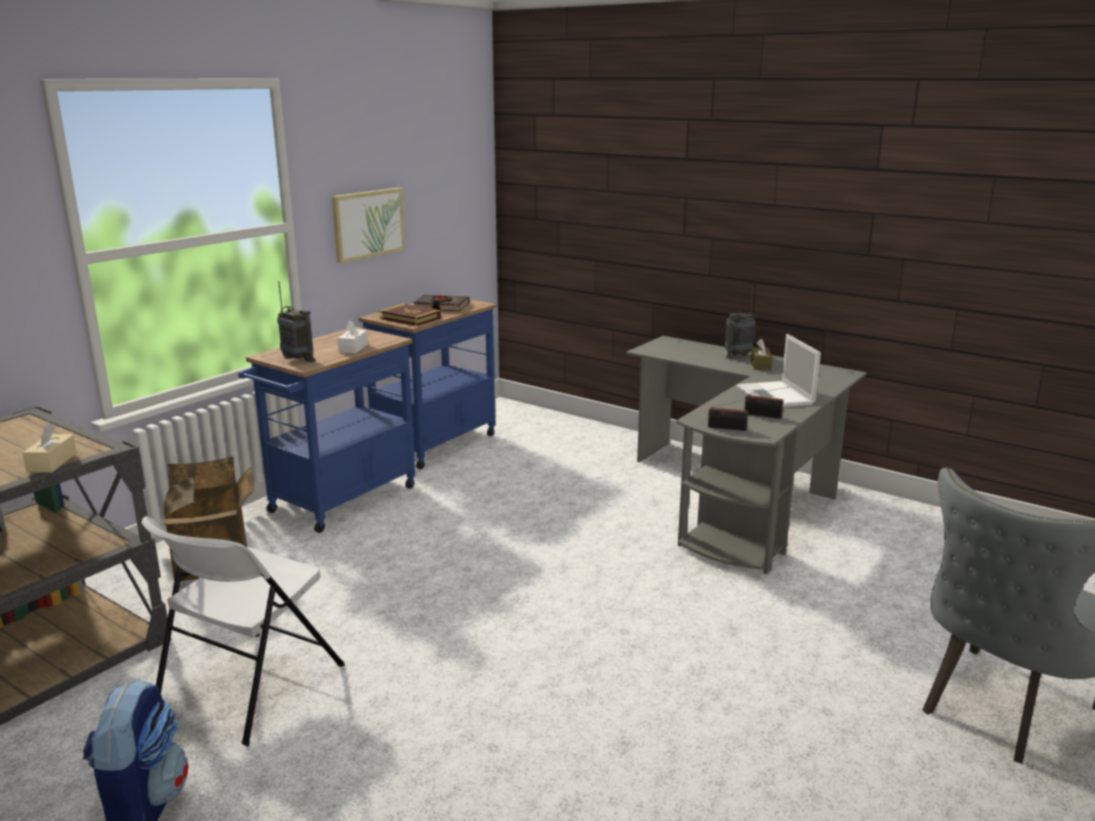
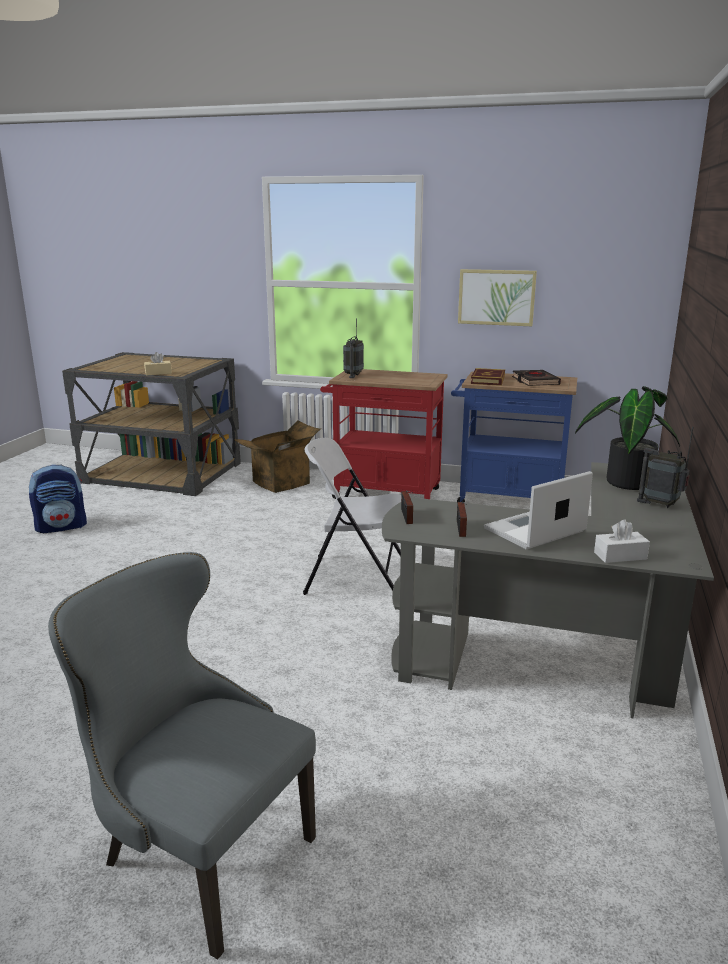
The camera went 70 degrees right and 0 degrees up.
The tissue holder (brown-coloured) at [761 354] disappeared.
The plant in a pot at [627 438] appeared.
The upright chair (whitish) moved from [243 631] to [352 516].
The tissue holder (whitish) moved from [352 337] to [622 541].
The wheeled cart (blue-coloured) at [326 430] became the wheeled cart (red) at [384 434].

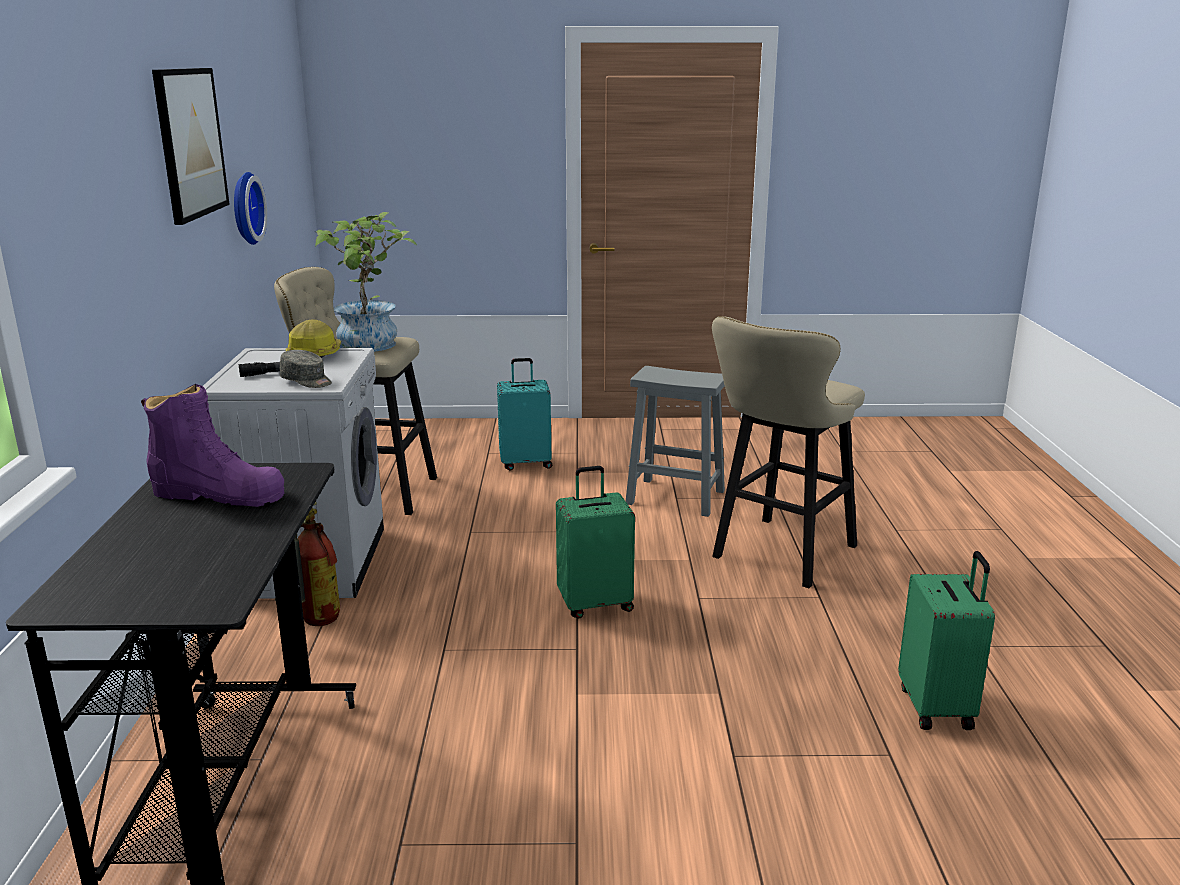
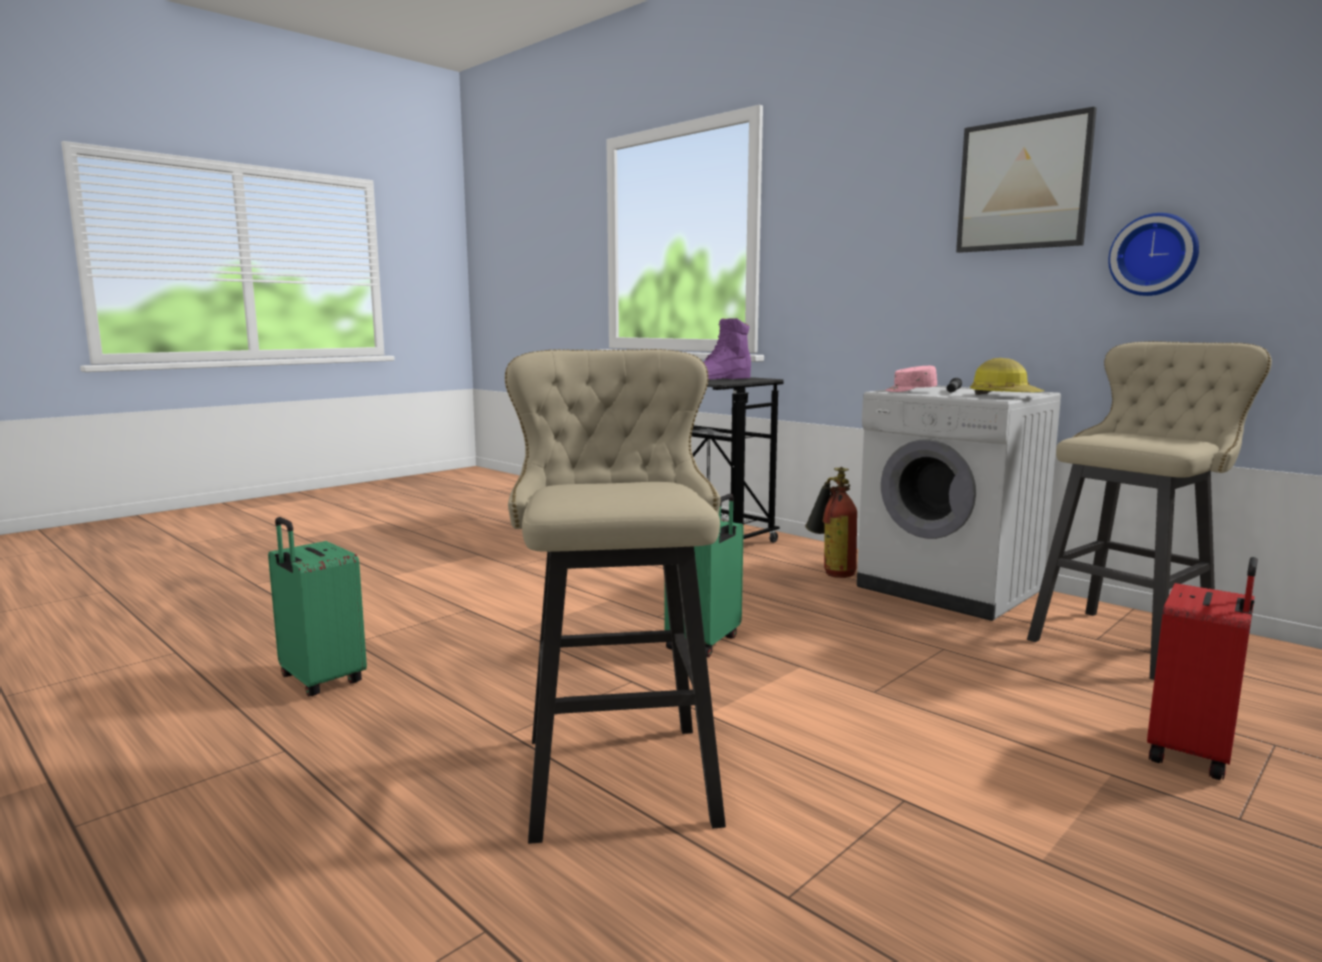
The camera went 135 degrees right and 10 degrees down.
The plant in a pot at [366 282] disappeared.
The sitting stool (gray) at [675 441] disappeared.
The cap (gray) at [305 369] became the cap (pink) at [911 379].
The travel case (turquoise) at [524 414] became the travel case (red) at [1202 668].

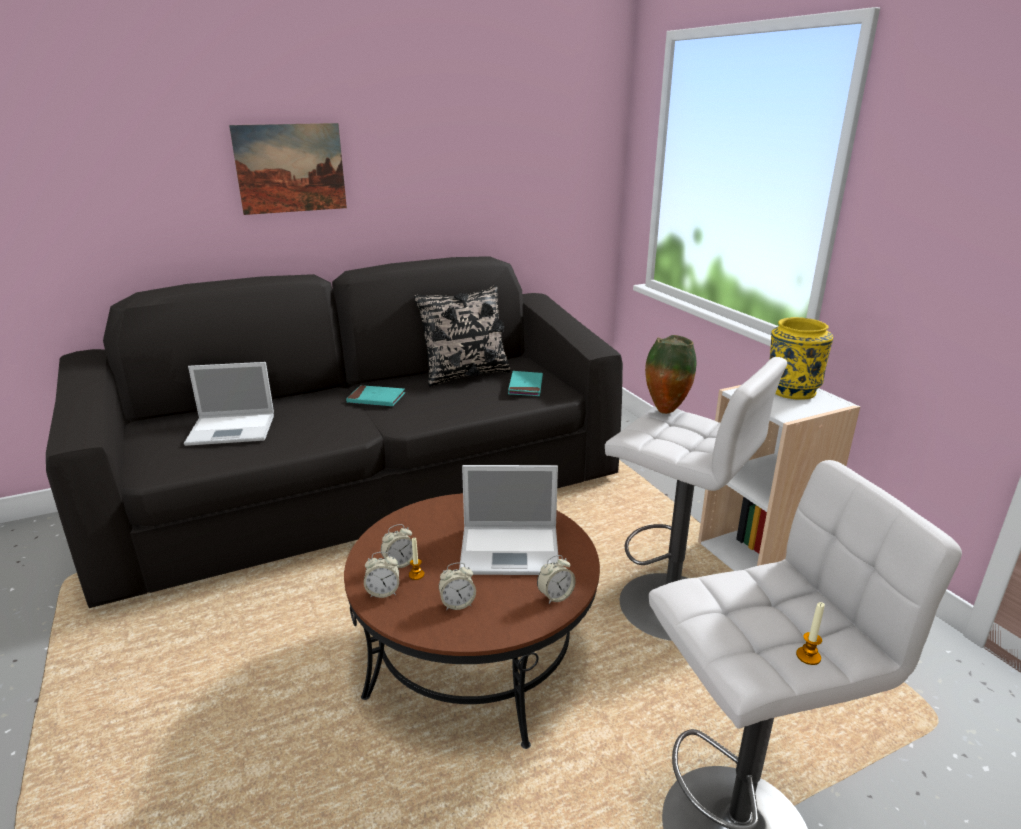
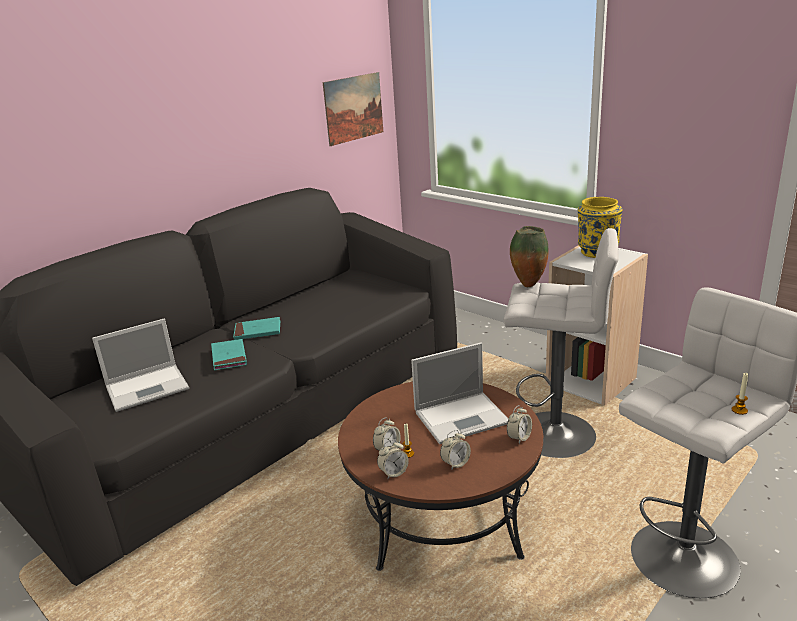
The camera went 20 degrees left and 0 degrees up.
The cushion (black) at [462 336] disappeared.
The picture moved from [288 169] to [353 109].
The bound book (turquoise) moved from [525 383] to [229 355].

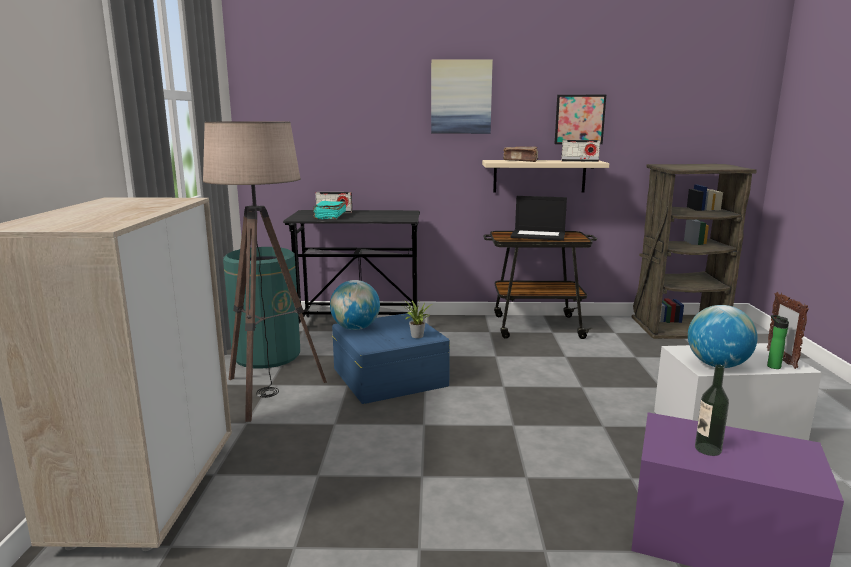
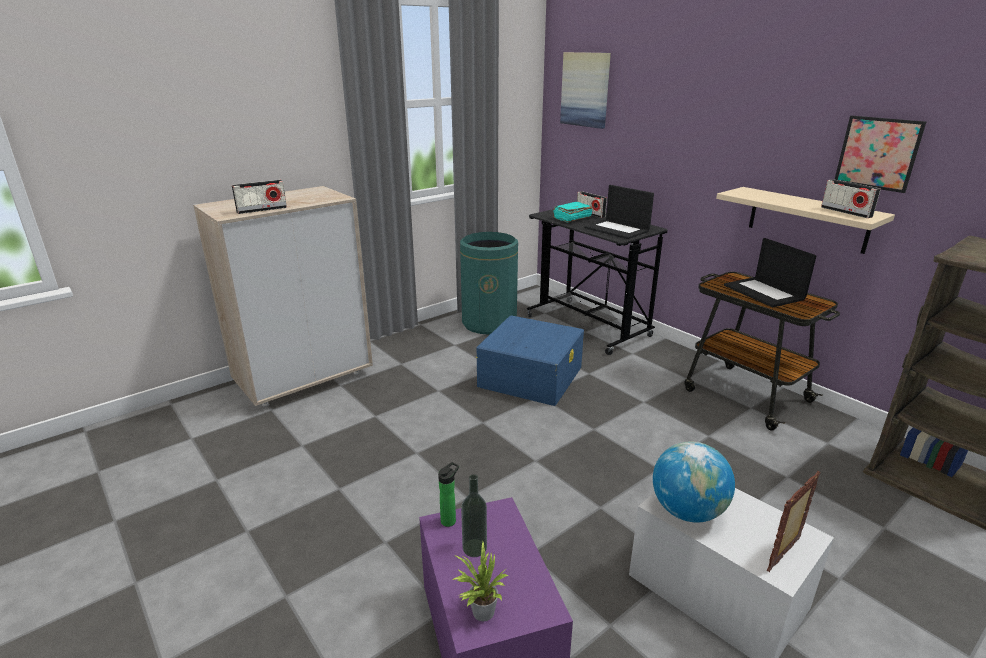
The camera went 50 degrees right and 10 degrees up.
The floor lamp at [265 271] disappeared.
The globe at [355 305] disappeared.
The bound book (brown-coloured) at [520 154] disappeared.
The radio at [259 197] appeared.
The laptop at [619 212] appeared.
The plant in a pot moved from [417 319] to [480 581].
The picture moved from [462 96] to [585 90].
The drink bottle moved from [778 342] to [448 494].

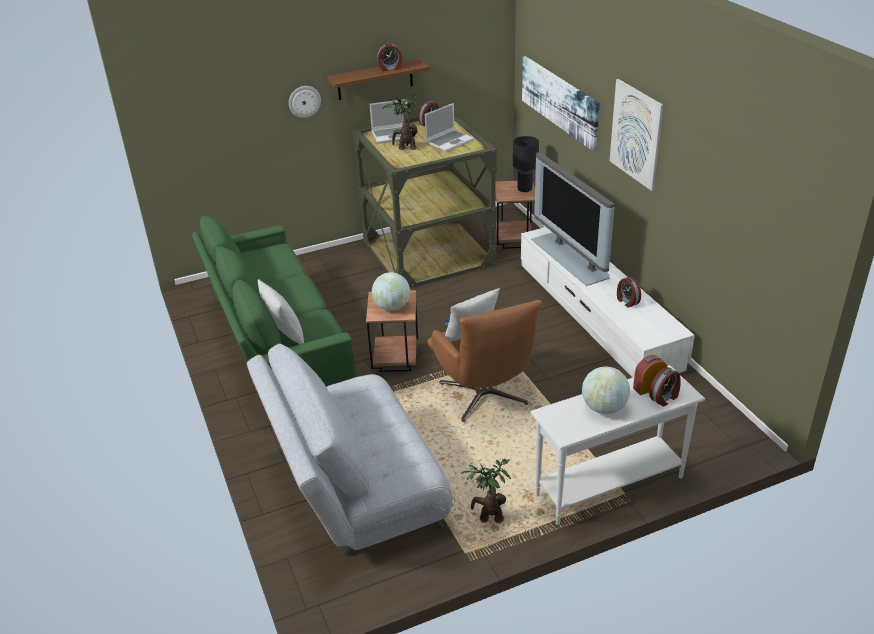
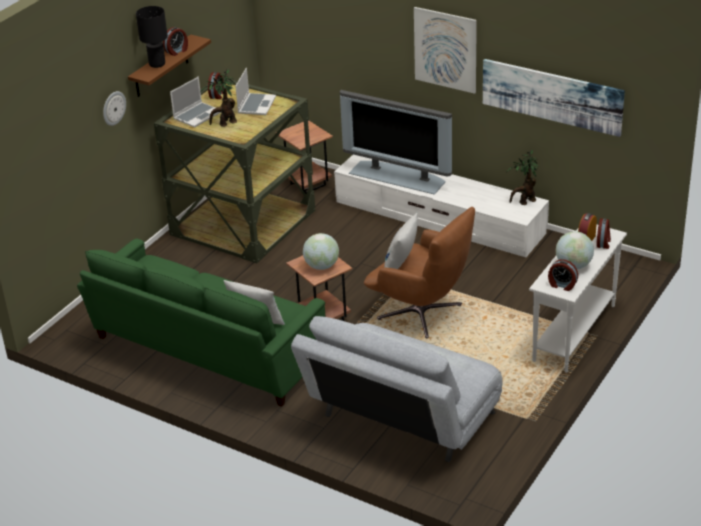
The camera went 35 degrees left and 0 degrees up.
The plant in a pot moved from [485 491] to [522 177].
The tabletop lamp (black) moved from [526 164] to [152 37].
The picture moved from [561 104] to [554 98].
The table clock moved from [629 292] to [563 275].

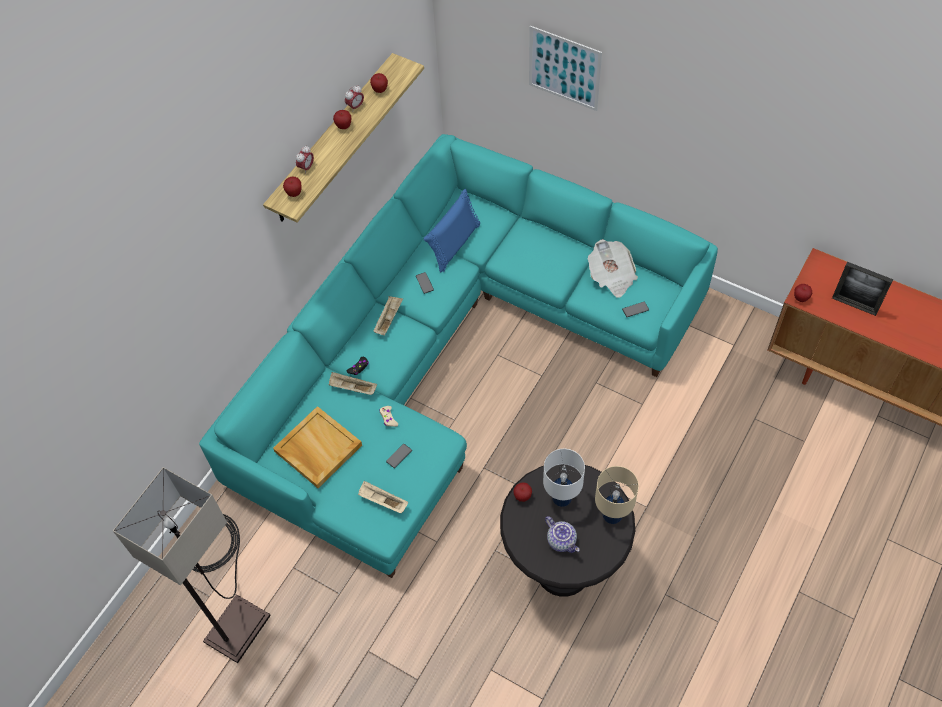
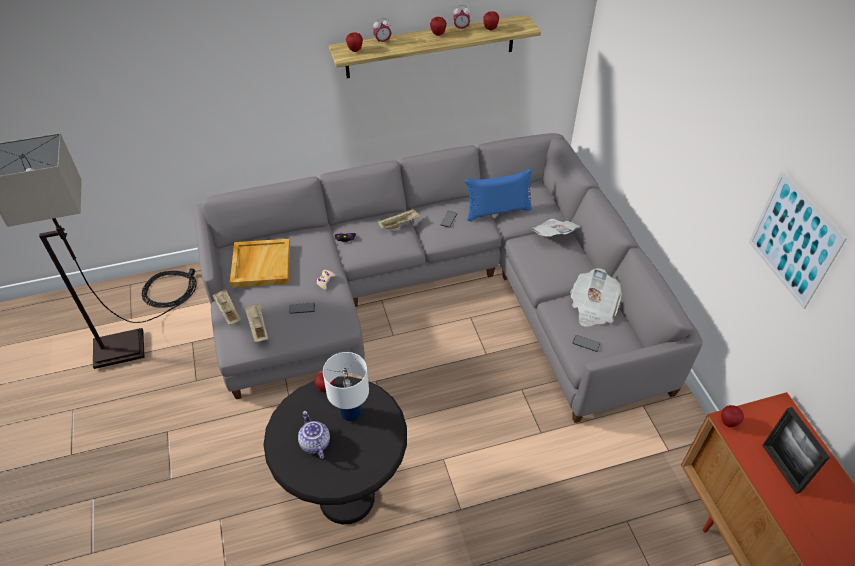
The camera went 40 degrees right and 10 degrees down.
The tabletop lamp (beige-coloured) at [617 495] disappeared.
The daily paper at [556 228] appeared.
The serving tray (beige-coloured) moved from [353 383] to [226 307].
The picture moved from [565 68] to [798 240].
The settee (turquoise) at [458 356] became the settee (gray) at [448 278].
The teapot at [562 534] turned 150 degrees clockwise.

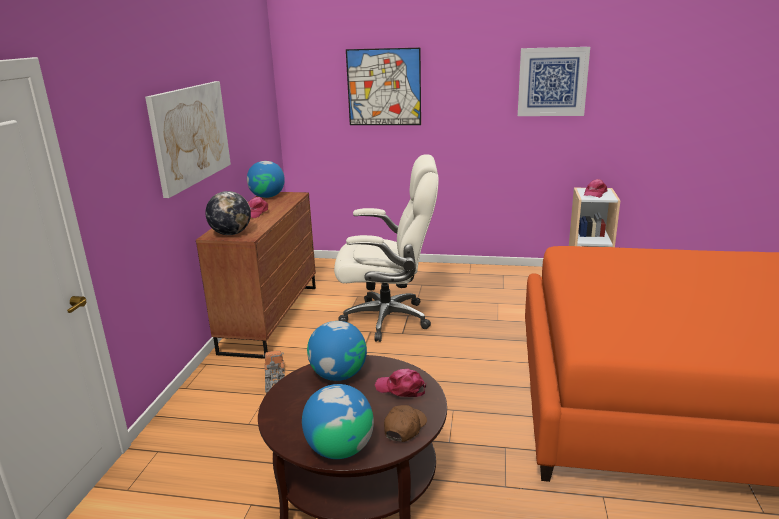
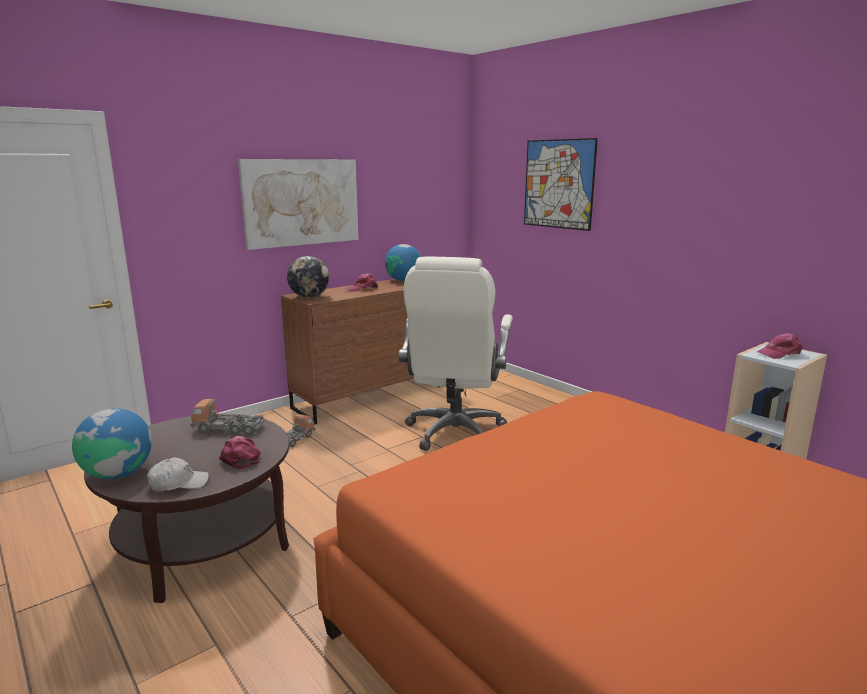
The camera went 40 degrees right and 5 degrees down.
The picture at [554 81] disappeared.
The globe at [337 351] was replaced by the toy lorry at [227 417].
The cap (brown-coloured) at [405 423] became the cap (whitish) at [178 474].
The office chair (whitish) at [386 248] turned 60 degrees clockwise.

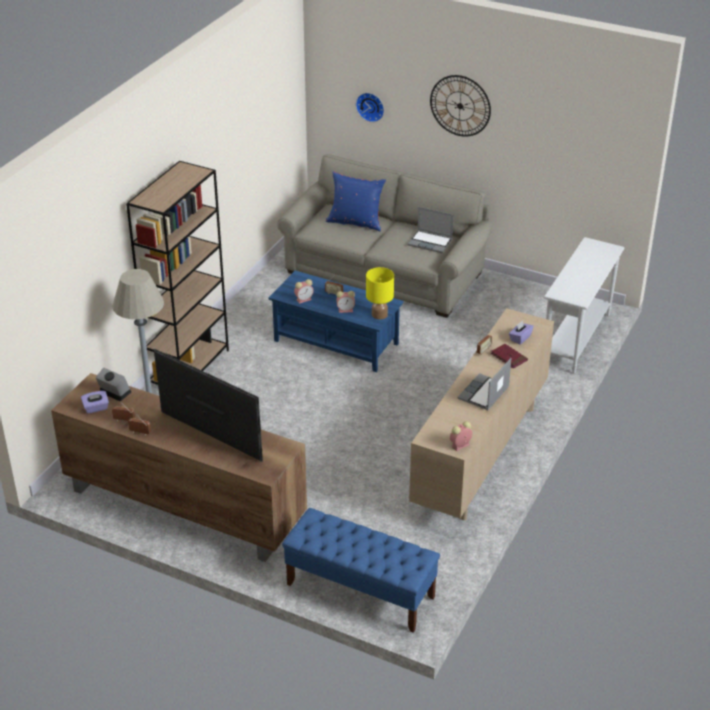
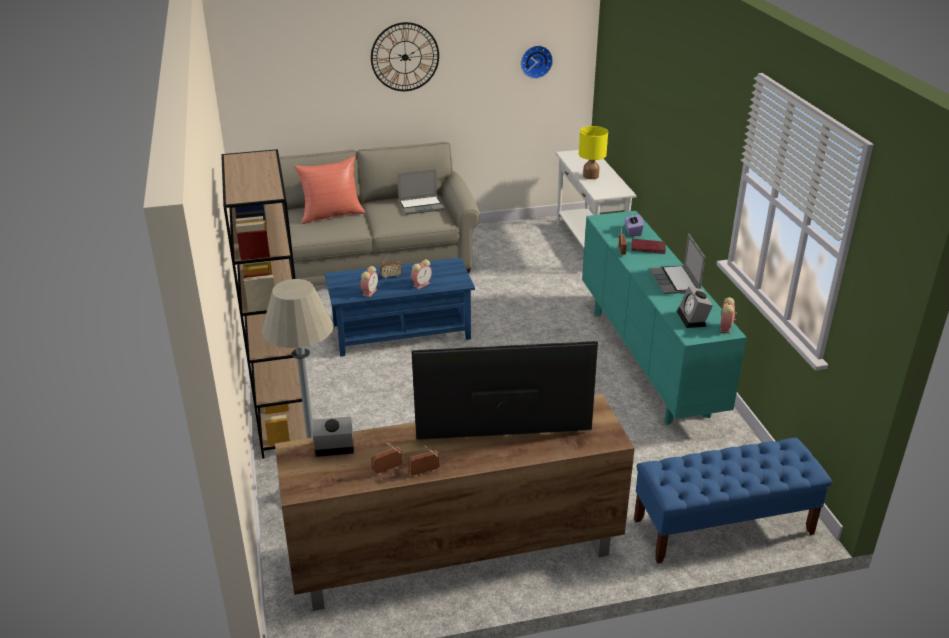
The camera went 40 degrees left and 5 degrees down.
The tissue holder (purplish) at [95 402] disappeared.
The table clock at [695 307] appeared.
The hanging clock moved from [370 107] to [537 62].
The tabletop lamp (yellowish) moved from [380 293] to [593 152].
The cushion (blue-coloured) at [356 201] became the cushion (red) at [329 190].
The storage cabinet (beige-coloured) at [481 414] became the storage cabinet (turquoise) at [664 318].

